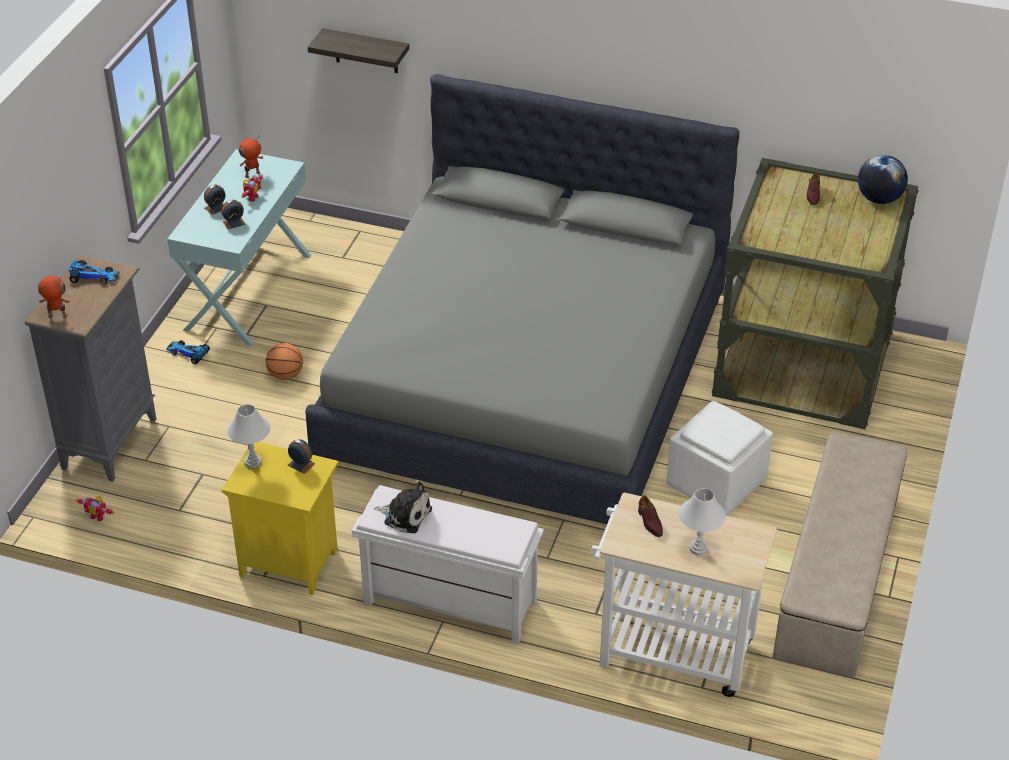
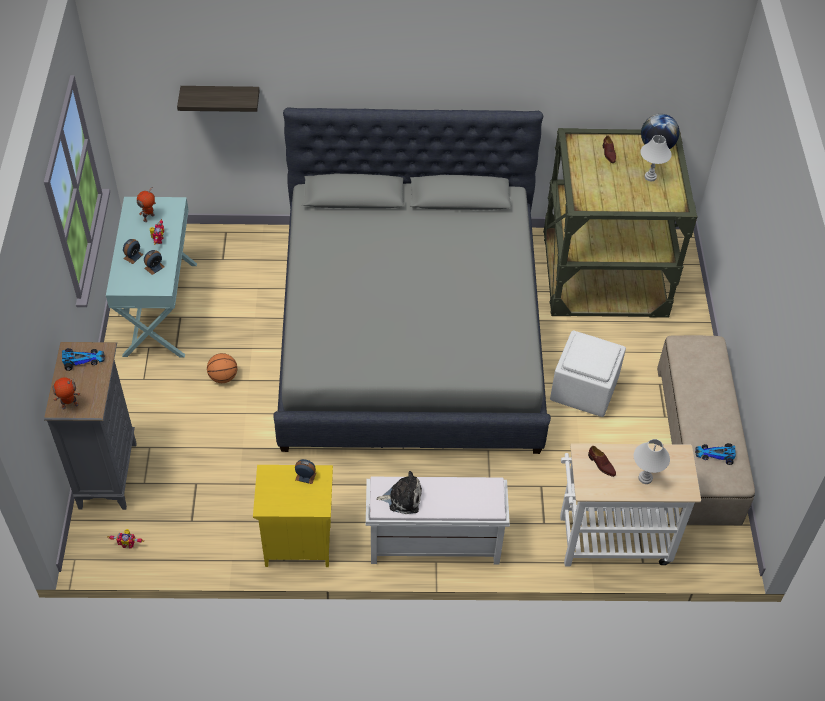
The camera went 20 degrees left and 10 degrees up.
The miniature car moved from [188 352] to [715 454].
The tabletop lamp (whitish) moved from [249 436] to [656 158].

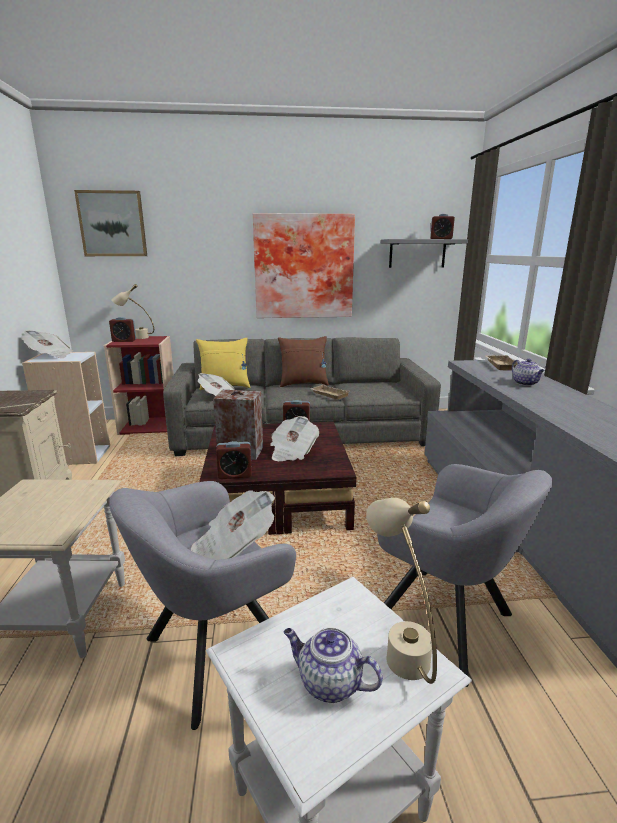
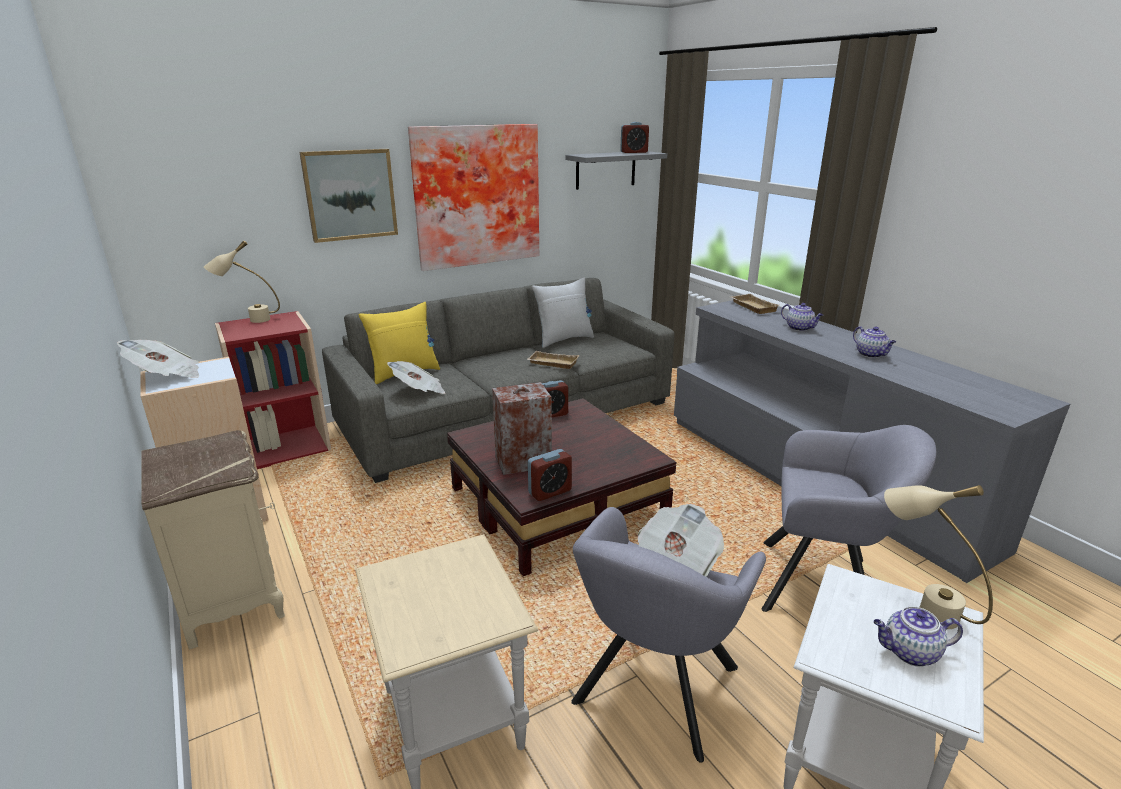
The camera went 25 degrees left and 5 degrees up.
The table clock at [122 329] disappeared.
The daily paper at [294 438] disappeared.
The cushion (brown-coloured) at [303 361] disappeared.
The cushion (gray) at [563 312] appeared.
The teapot at [874 342] appeared.
The picture moved from [110 223] to [348 196].

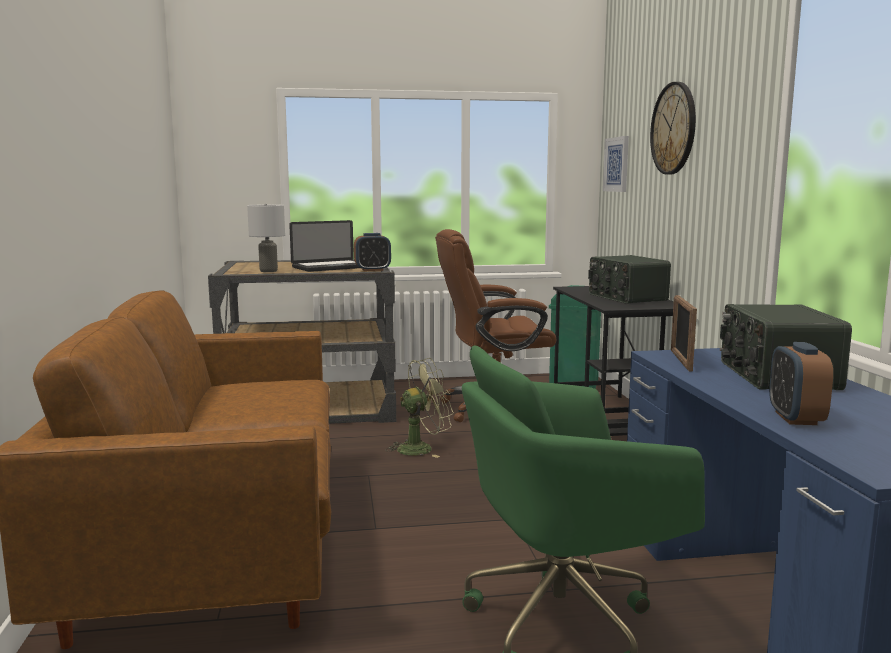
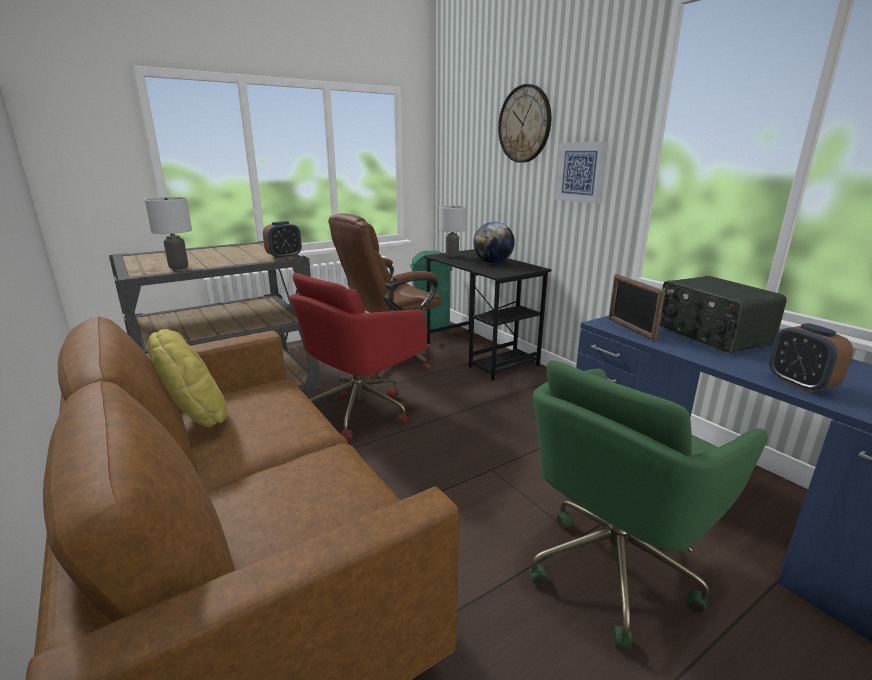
The camera went 25 degrees left and 10 degrees up.
The laptop at [324 246] disappeared.
The cushion (yellowish) at [188 378] appeared.
The tabletop lamp (whitish) at [452 231] appeared.
The picture moved from [616 164] to [581 173].
The fan (green-coloured) at [419 408] was replaced by the office chair (red) at [358 357].
The radio at [629 279] was replaced by the globe at [494 242].

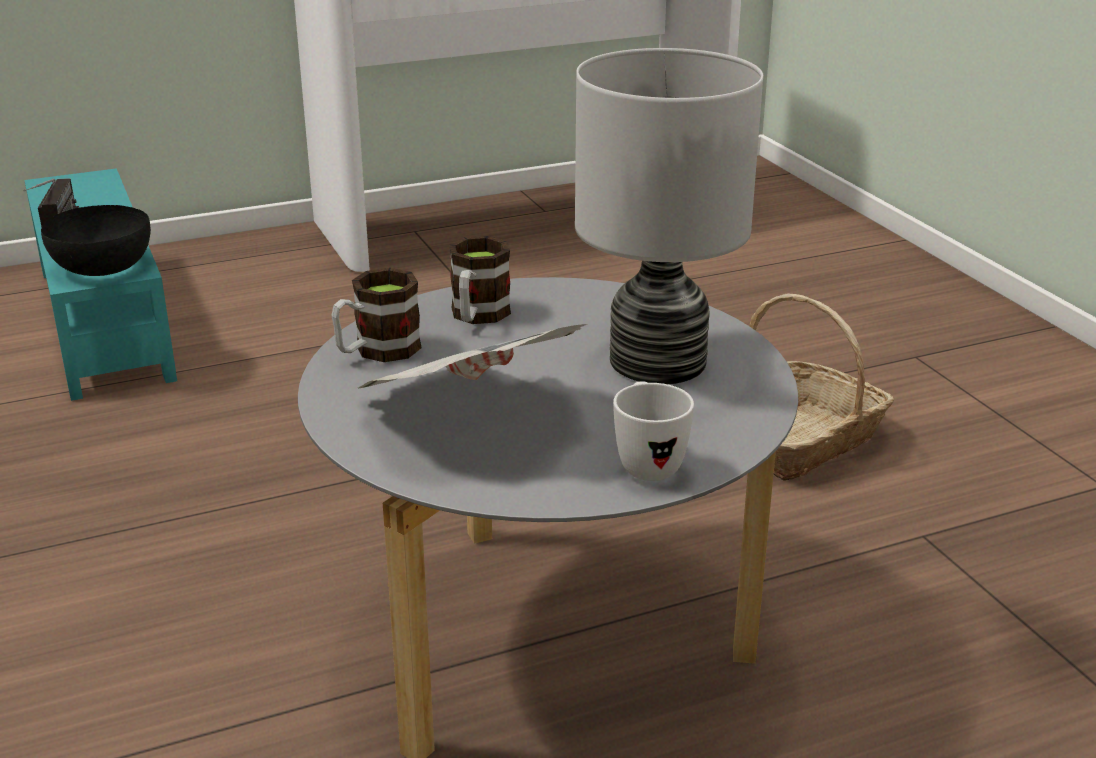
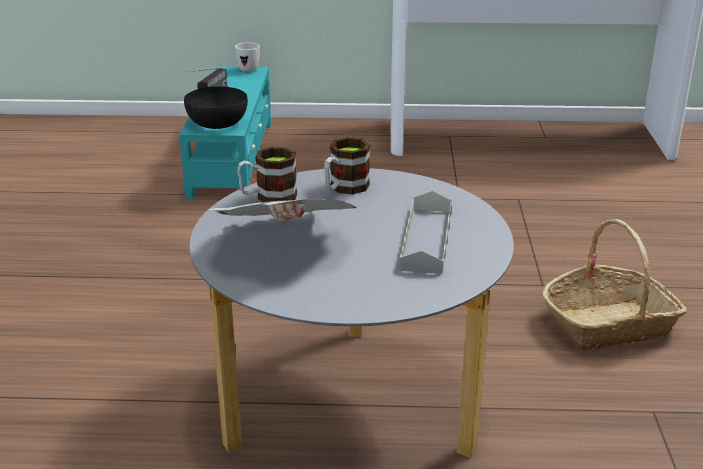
The camera went 25 degrees right and 0 degrees up.
The mug (whitish) moved from [653 431] to [247 57].
The tabletop lamp (gray) at [669 216] was replaced by the serving tray (gray) at [425 232].

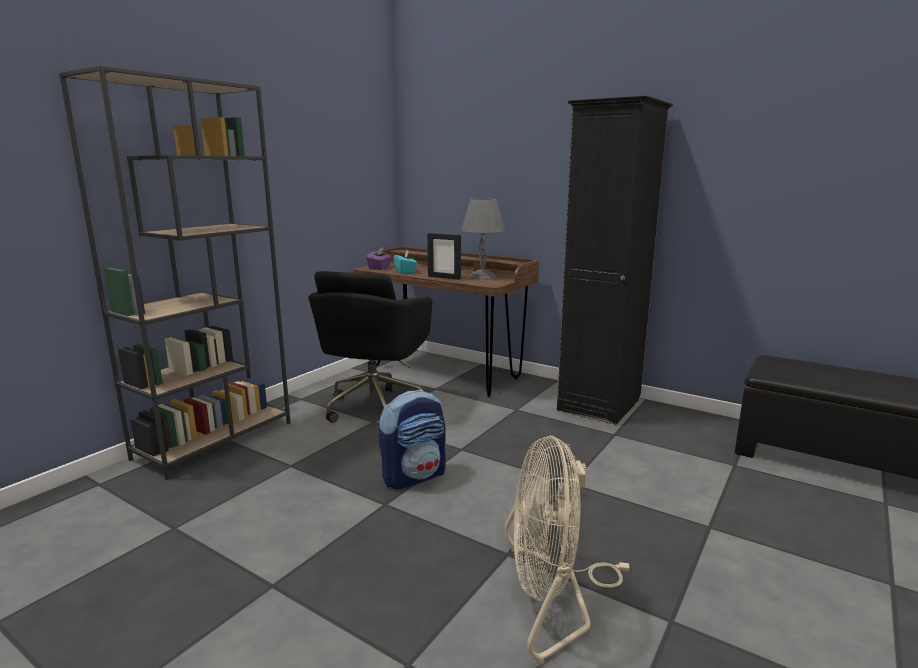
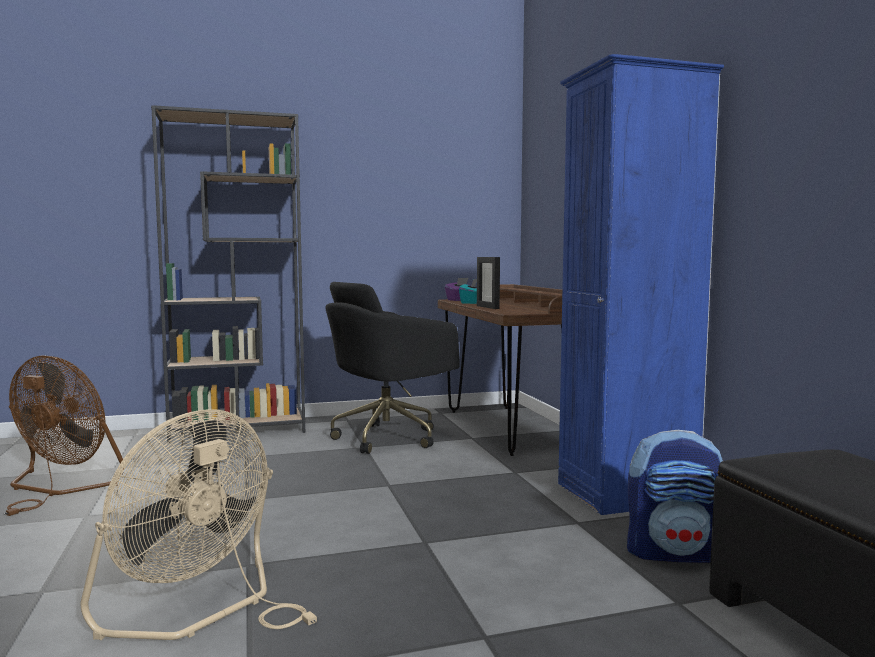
The camera went 40 degrees right and 10 degrees down.
The tabletop lamp (gray) at [483 238] disappeared.
The fan (brown-coloured) at [65 436] appeared.
The knapsack moved from [412 439] to [675 496].
The storage cabinet (black) at [615 260] became the storage cabinet (blue-coloured) at [641 284].

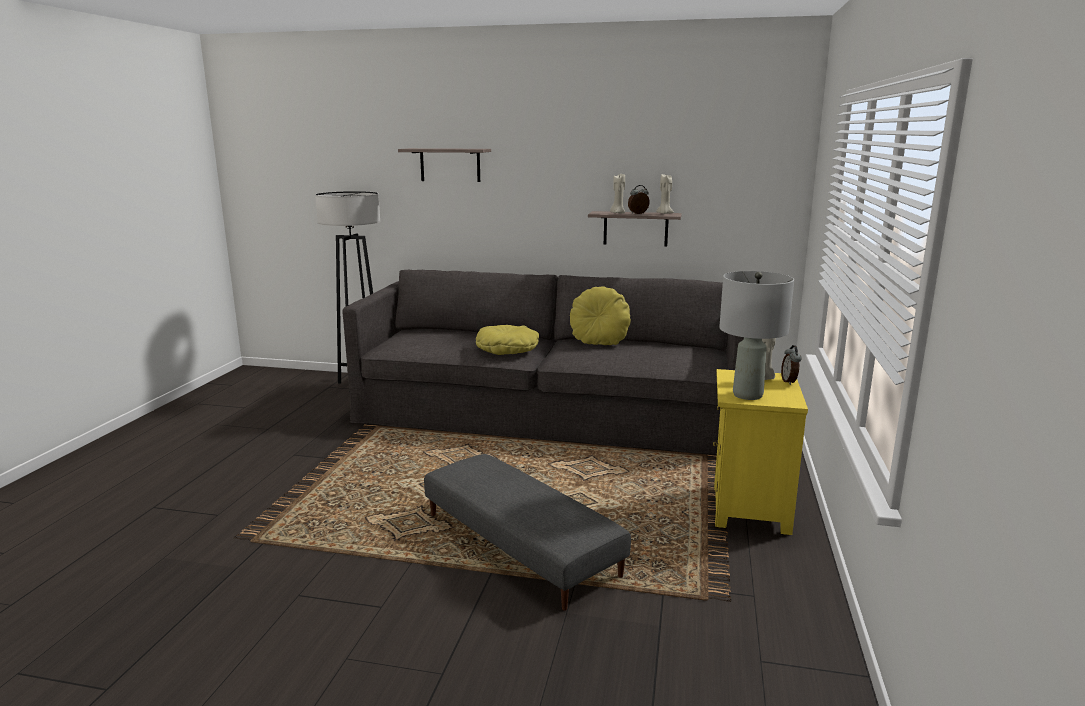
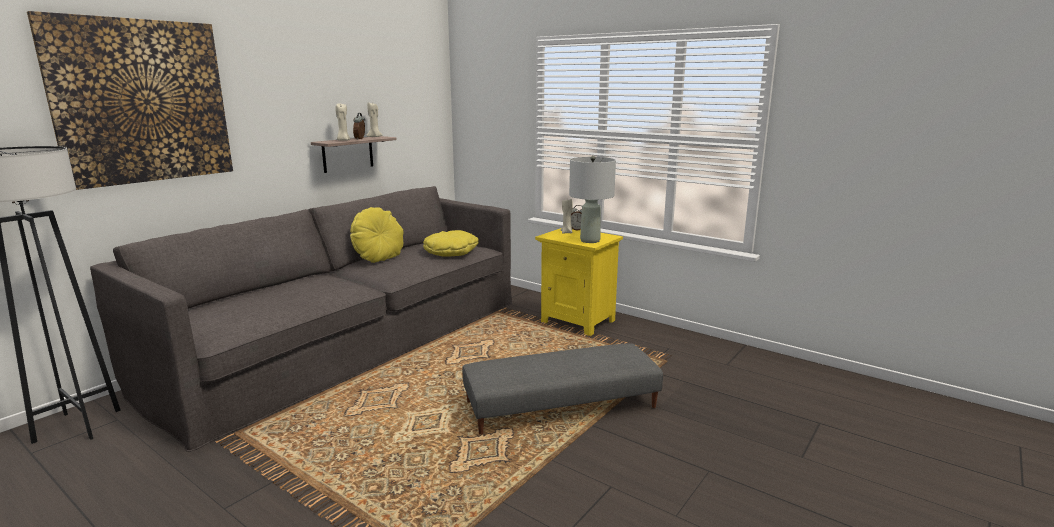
The camera went 65 degrees left and 0 degrees up.
The cushion (yellowish) moved from [507 340] to [451 243].
The bracket shelf at [444 165] was replaced by the picture at [130 100].

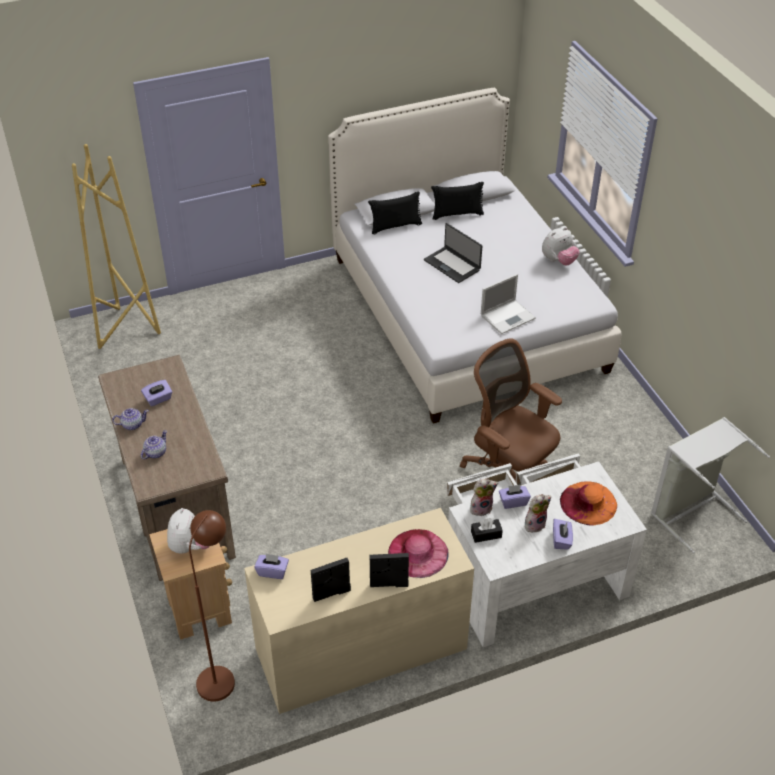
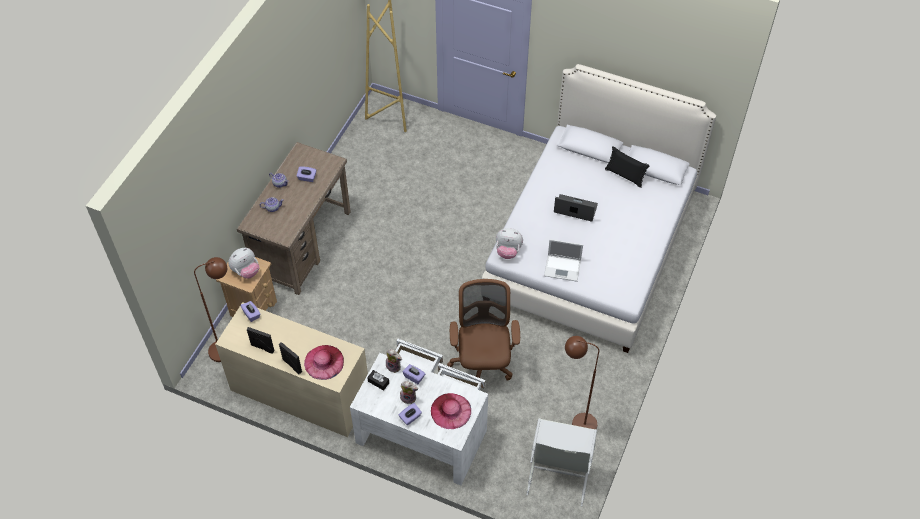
The camera went 45 degrees right and 10 degrees up.
The cushion (black) at [395 213] disappeared.
The floor lamp (brown-coloured) at [582 382] appeared.
The cuddly toy moved from [561 246] to [509 243].
The clothing hat (orange) at [588 504] became the clothing hat (pink) at [451 411].
The laptop at [453 253] turned 105 degrees clockwise.

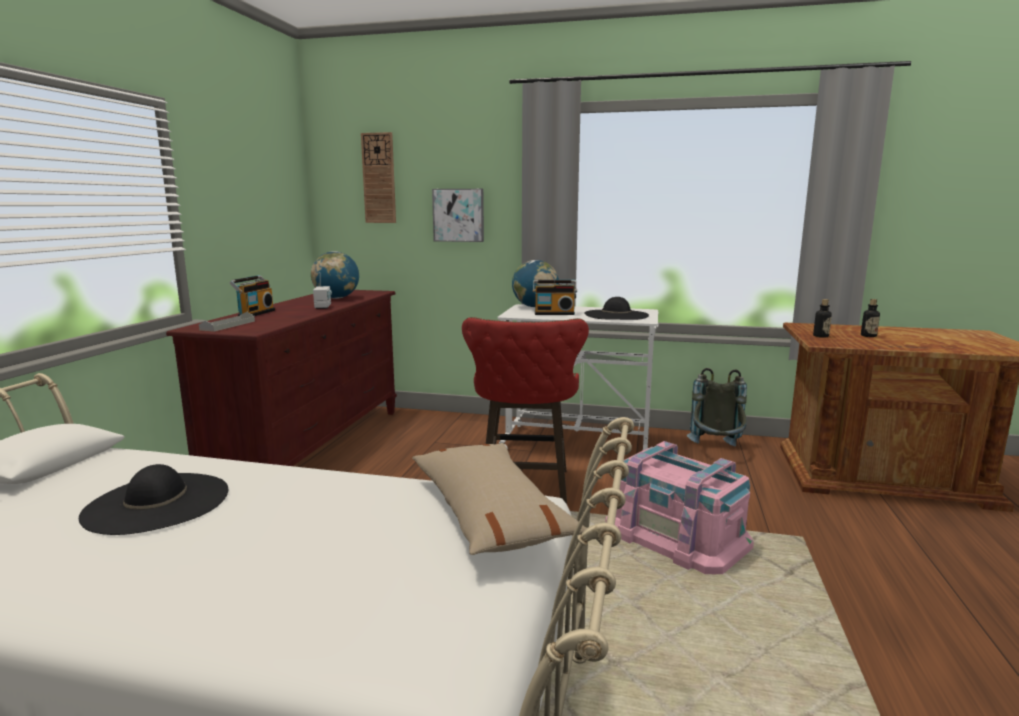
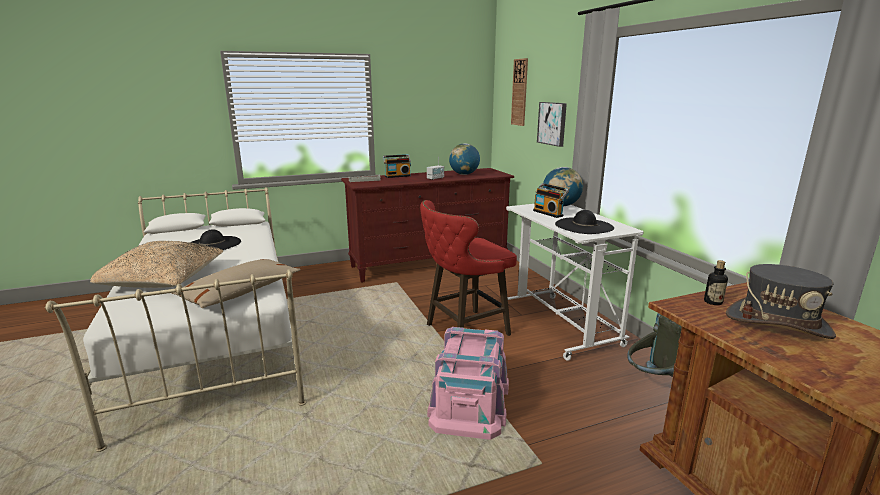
The camera went 55 degrees right and 5 degrees up.
The cushion (beige-coloured) at [156 264] appeared.
The drink bottle at [870 318] was replaced by the clothing hat (gray) at [781 301].

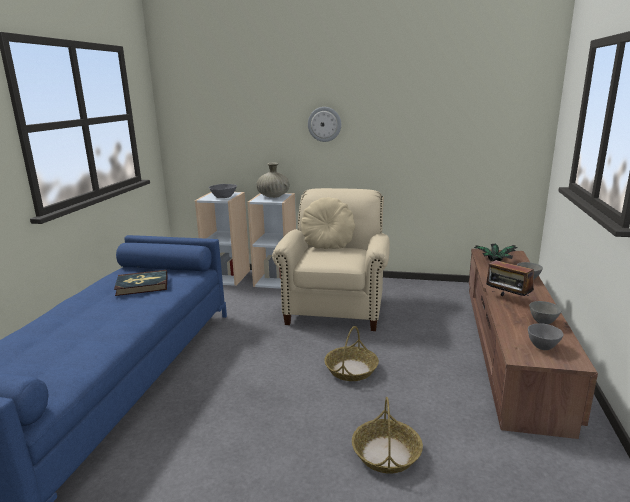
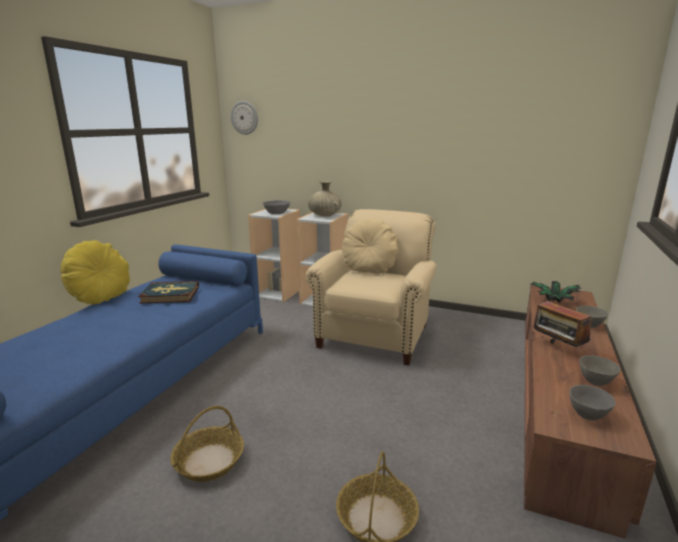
The camera went 10 degrees right and 0 degrees up.
The cushion (yellowish) at [95 272] appeared.
The hanging clock moved from [324 124] to [244 118].
The basket moved from [351 353] to [207 444].

